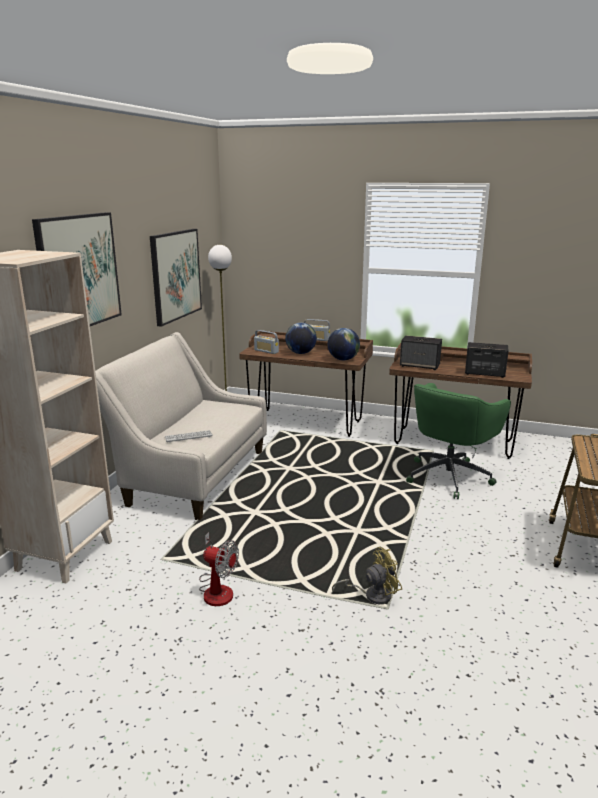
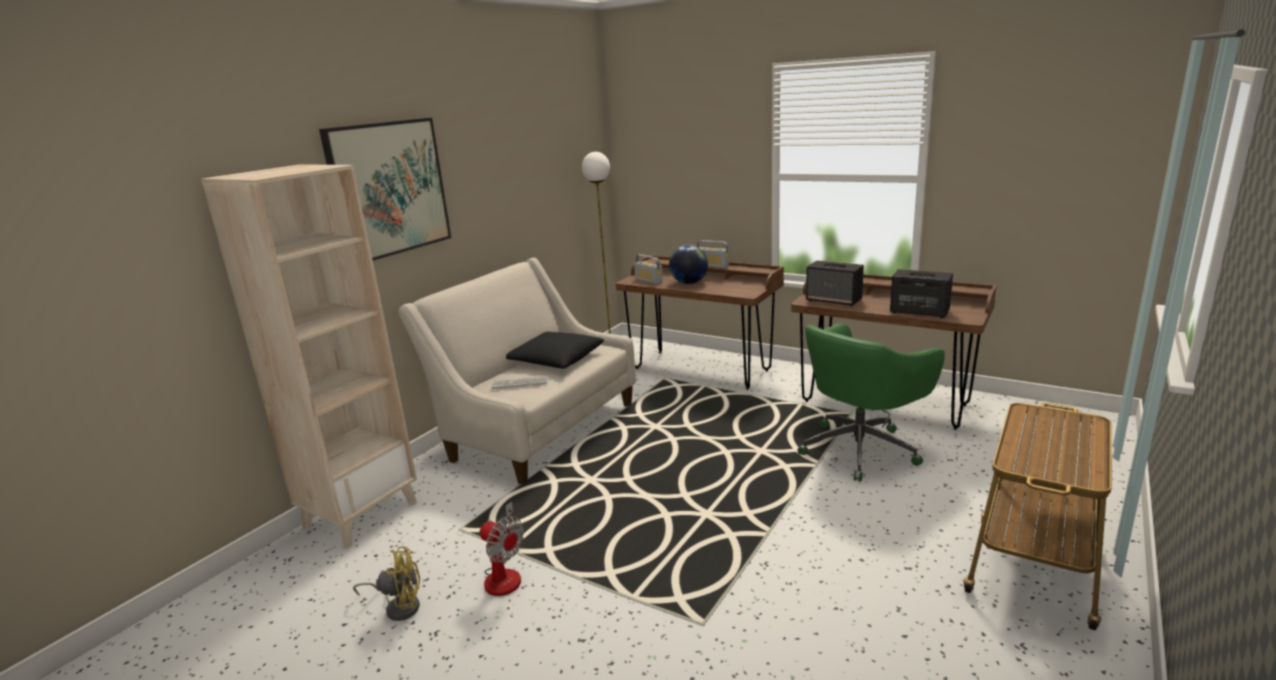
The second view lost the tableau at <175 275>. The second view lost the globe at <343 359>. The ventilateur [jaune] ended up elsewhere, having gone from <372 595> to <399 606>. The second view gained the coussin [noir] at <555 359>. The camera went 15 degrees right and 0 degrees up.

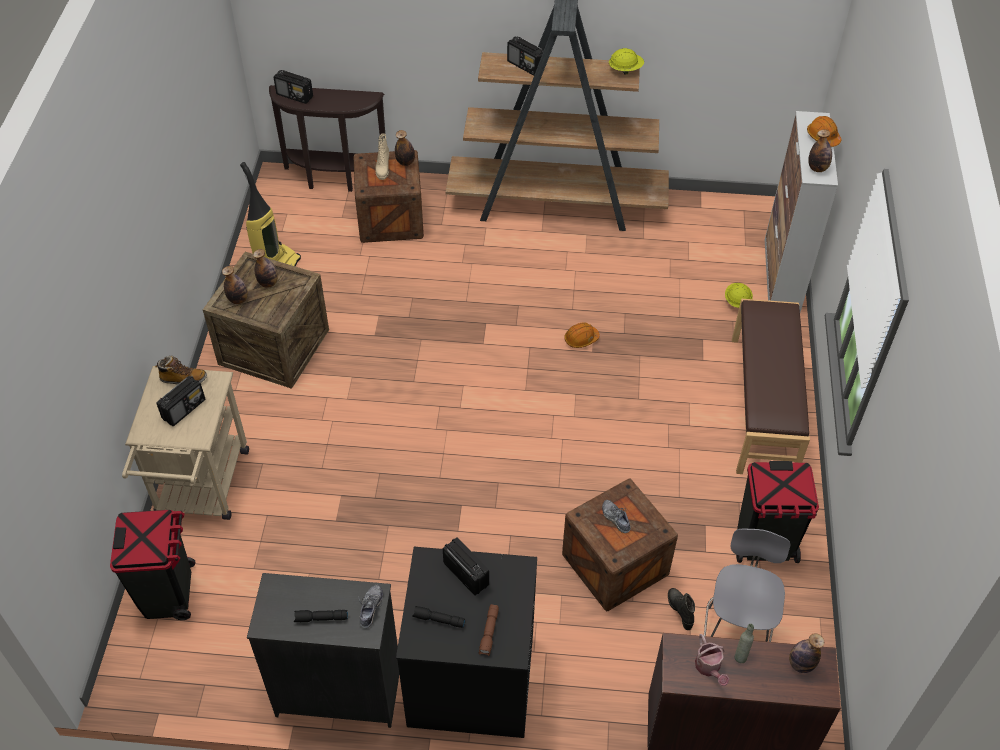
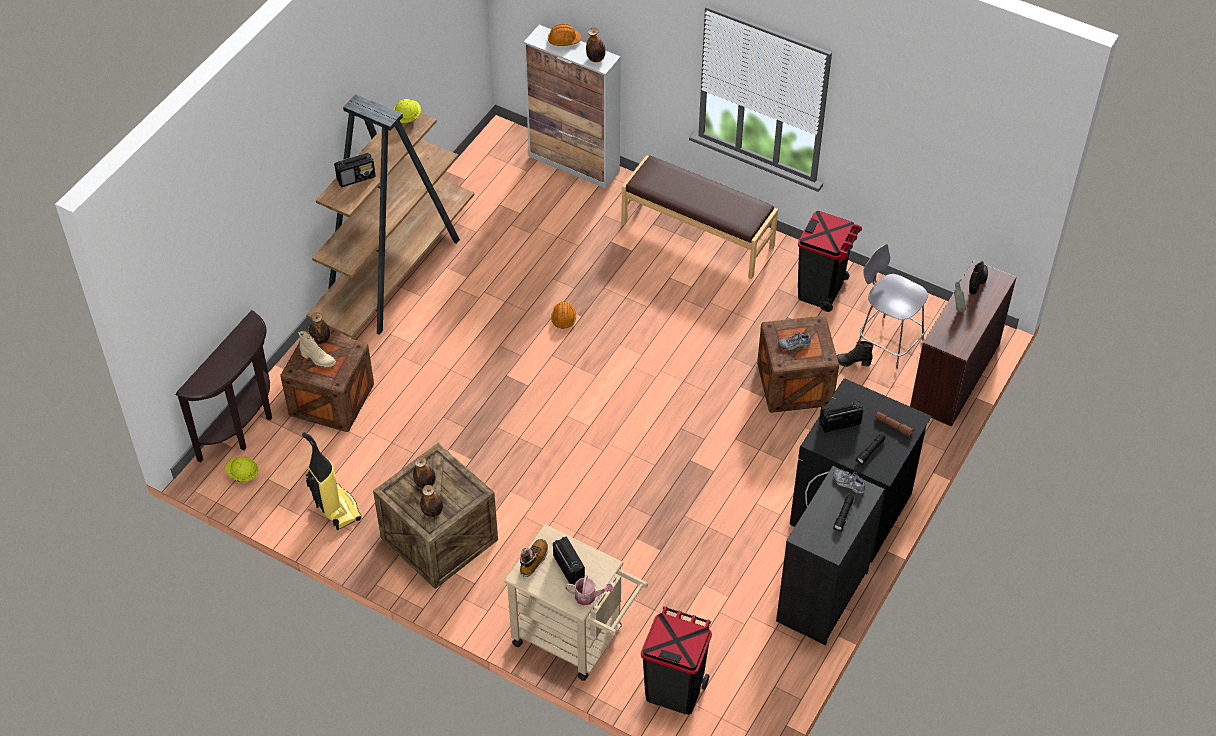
The second view lost the radio at <295 96>. The arrosoir ended up elsewhere, having gone from <709 668> to <588 596>. The casque de chantier [jaune] ended up elsewhere, having gone from <737 301> to <243 474>. Where the bouteille stood at <800 664>, the botte [noir] came to stand at <978 282>. The camera went 65 degrees left and 0 degrees up.

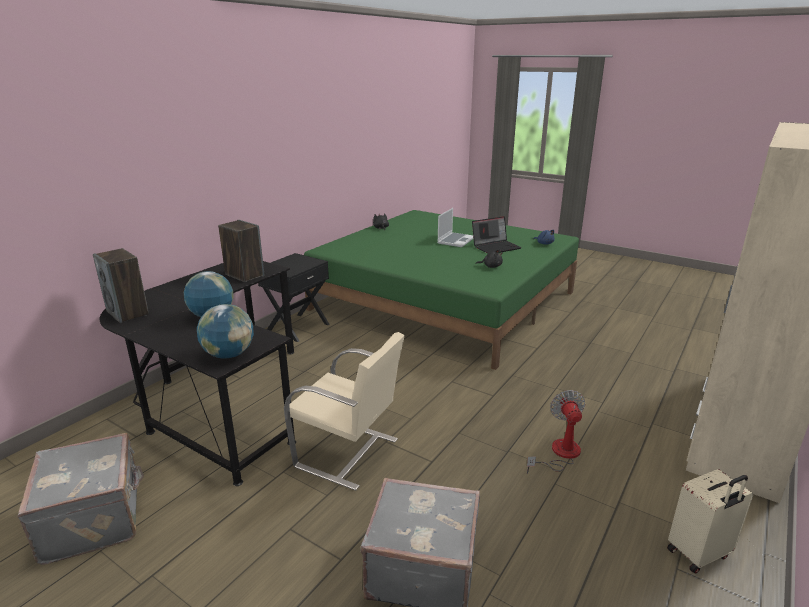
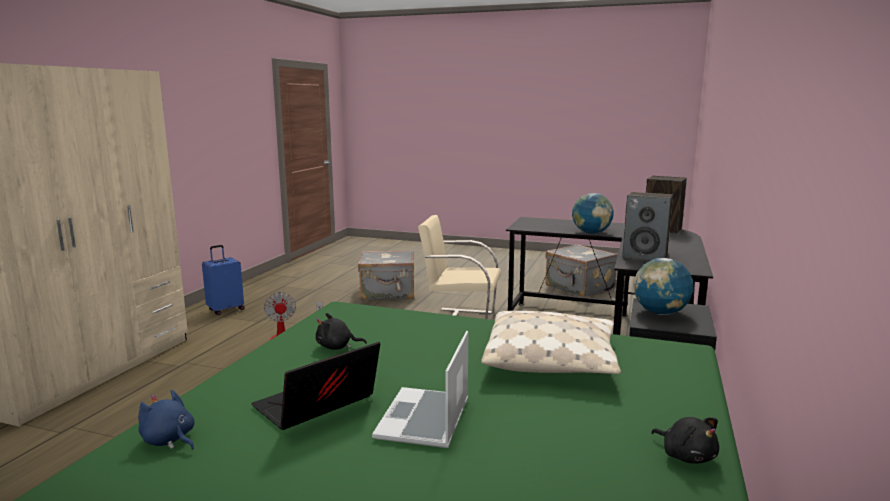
The globe ended up elsewhere, having gone from <229 354> to <660 313>. What was the valise [beige] at <699 554> turned into the valise [bleu] at <225 310>. The second view gained the coussin [beige] at <551 360>. The camera went 165 degrees right and 10 degrees down.

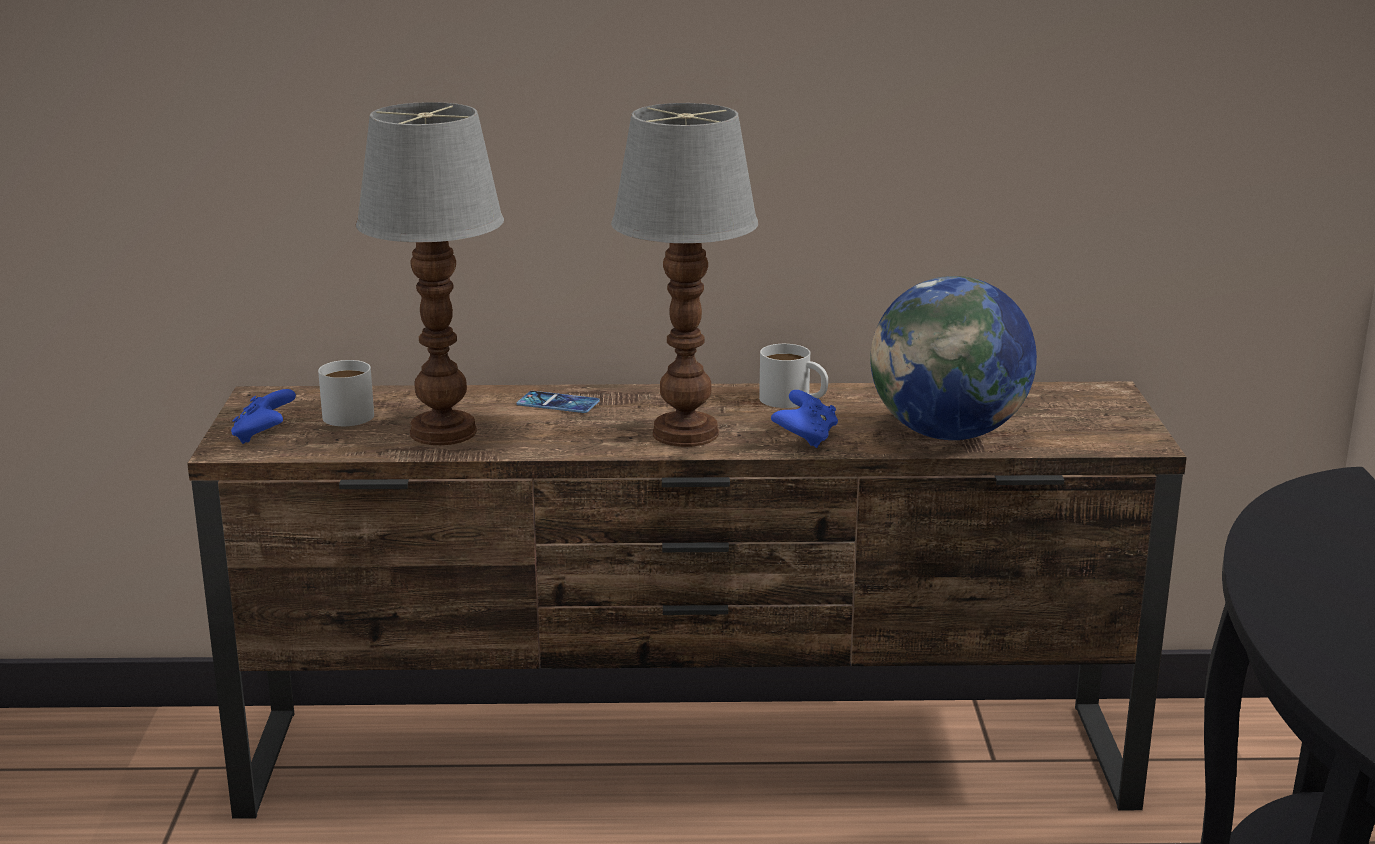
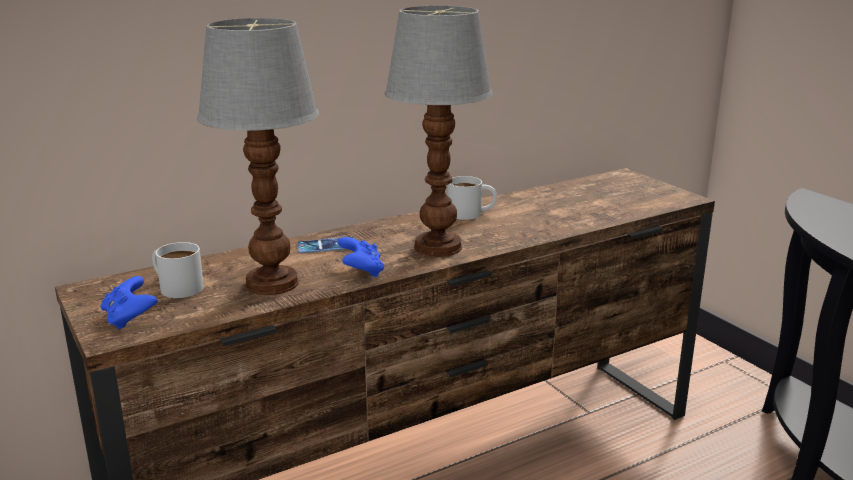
The manette [bleu] ended up elsewhere, having gone from <805 437> to <361 271>. The second view lost the globe at <948 434>. The camera went 30 degrees left and 0 degrees up.

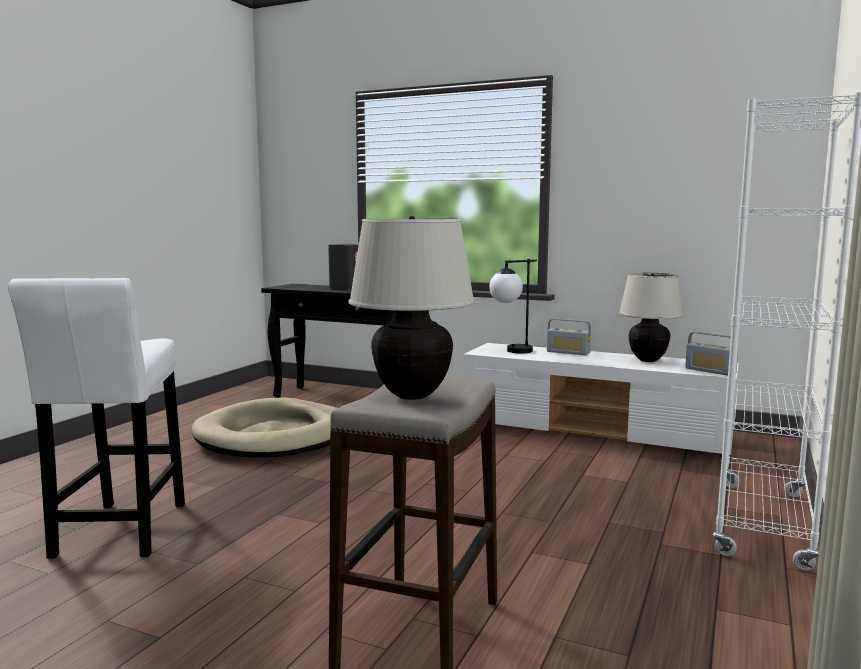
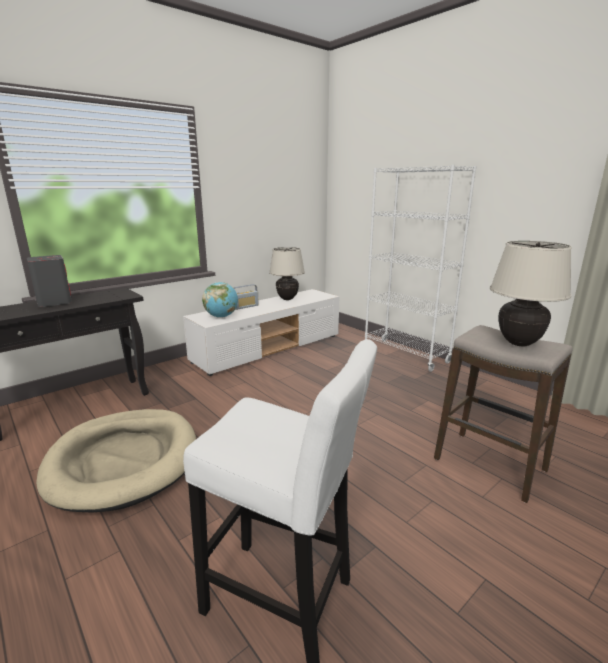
Where the lampe de table stood at <511 352>, the globe came to stand at <221 316>. The second view lost the radio at <710 371>. The camera went 65 degrees left and 10 degrees up.

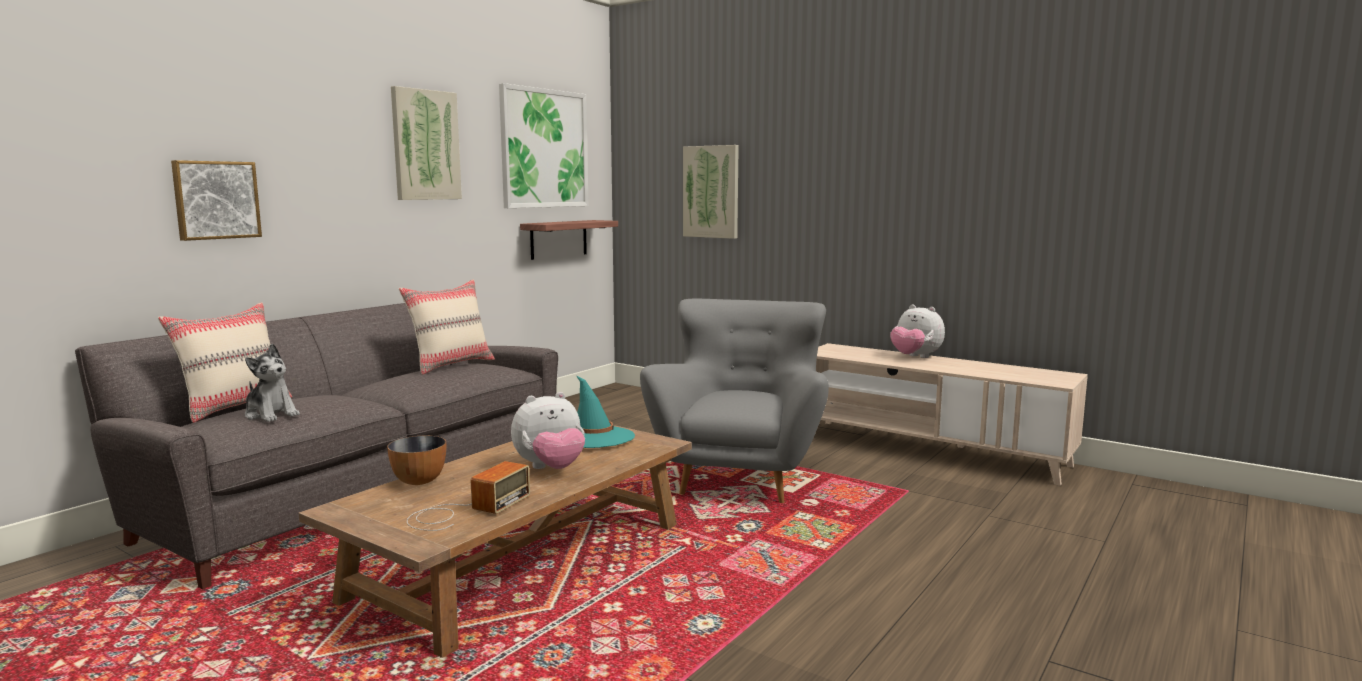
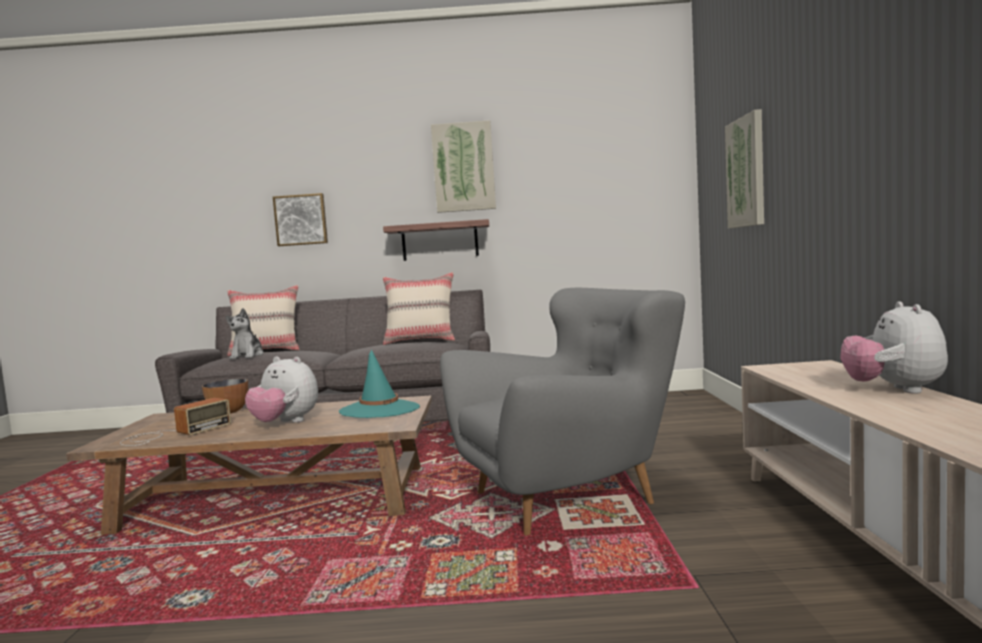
The radio at <465 510> ended up facing another way, 45 degrees counterclockwise from before. The second view lost the tableau at <544 148>. The étagère ended up elsewhere, having gone from <558 239> to <440 241>. The camera went 55 degrees right and 5 degrees down.

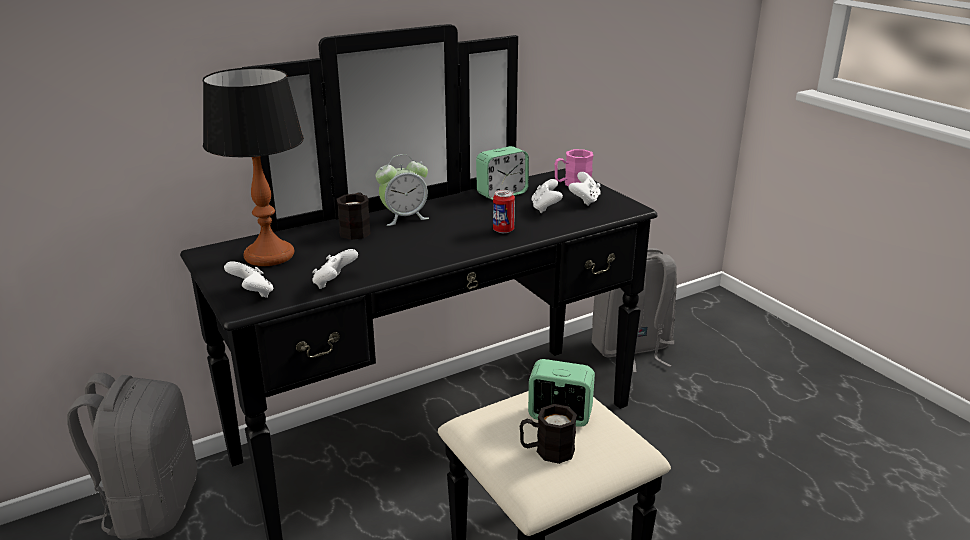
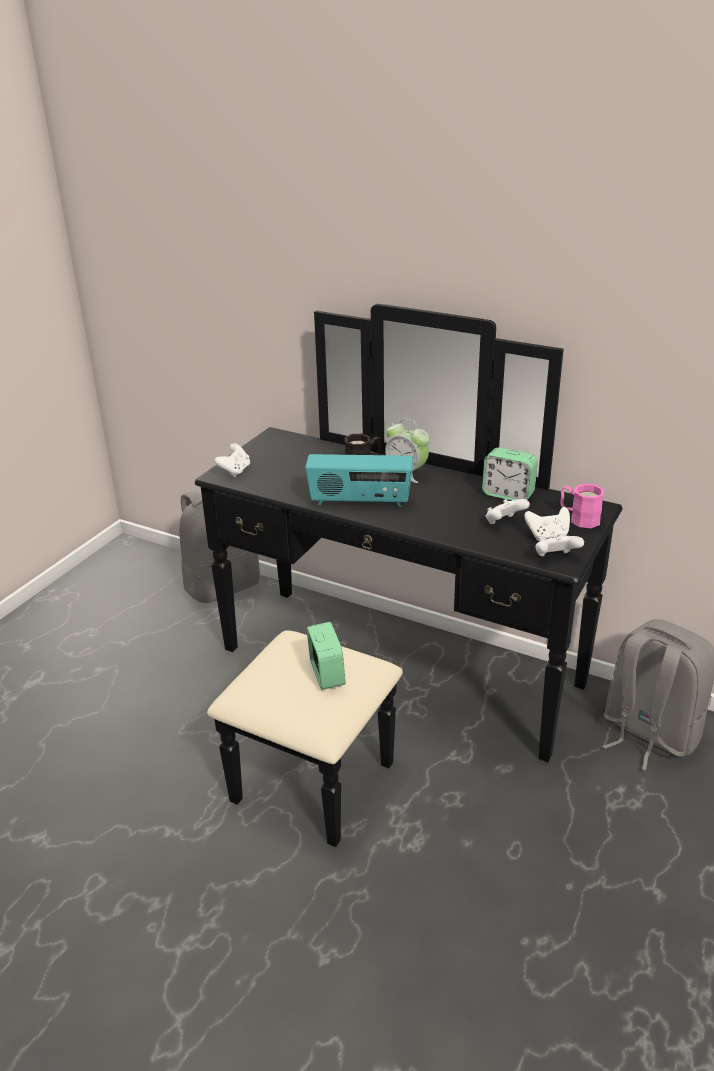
The second view lost the lampe de table at <269 255>. The manette [blanc] ended up elsewhere, having gone from <334 283> to <555 558>. The second view lost the boîte métallique at <503 230>. The second view lost the mug [noir] at <547 451>. The second view gained the radio at <360 502>. The camera went 60 degrees right and 5 degrees up.

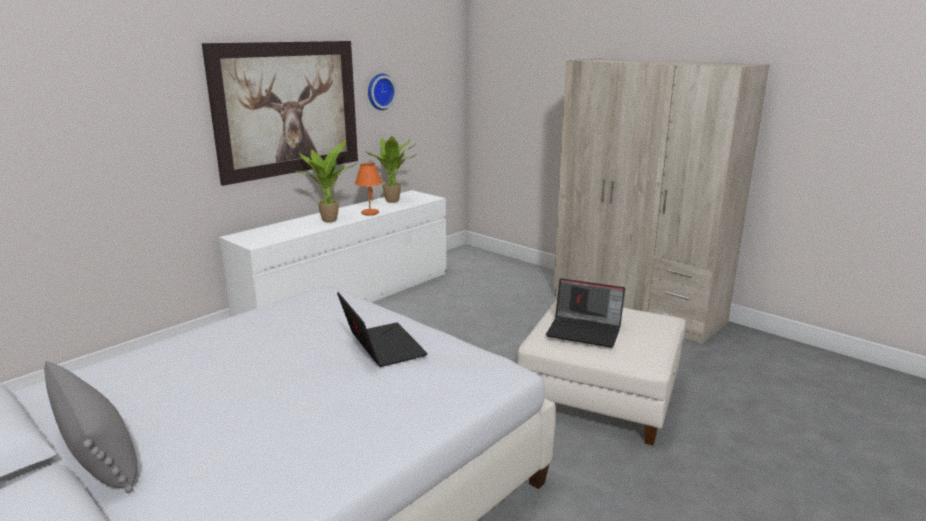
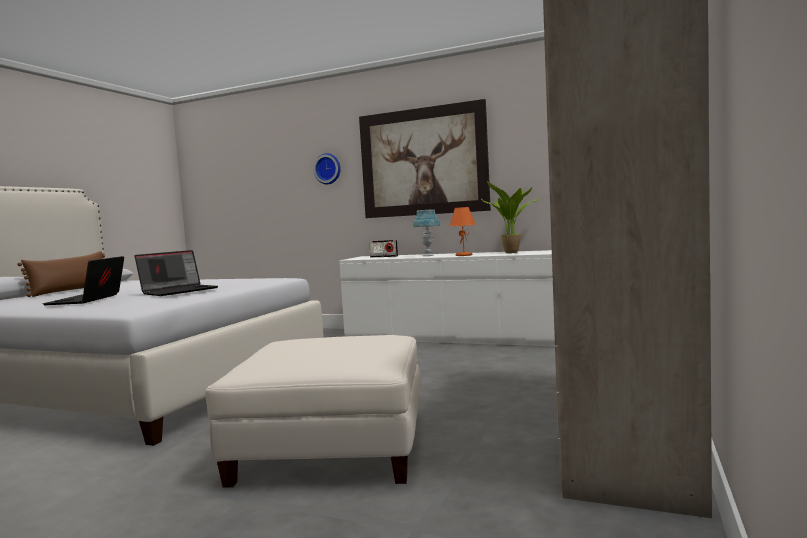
What was the coussin [gris] at <98 452> turned into the coussin [marron] at <71 291>. Where the plante en pot stood at <328 220>, the lampe de table [bleu] came to stand at <428 255>. The horloge murale ended up elsewhere, having gone from <379 91> to <328 169>. The ordinateur portable ended up elsewhere, having gone from <585 331> to <87 300>. The second view gained the radio at <384 256>. The camera went 70 degrees right and 15 degrees down.

